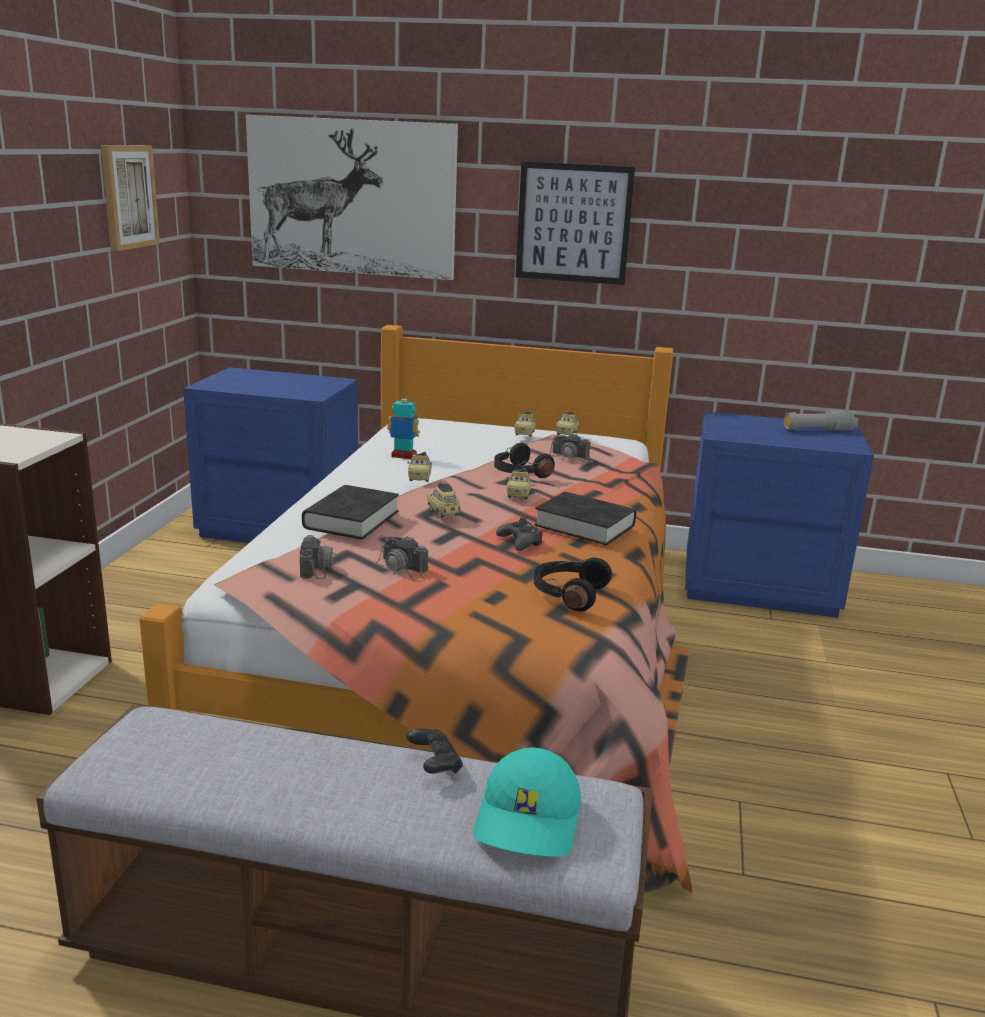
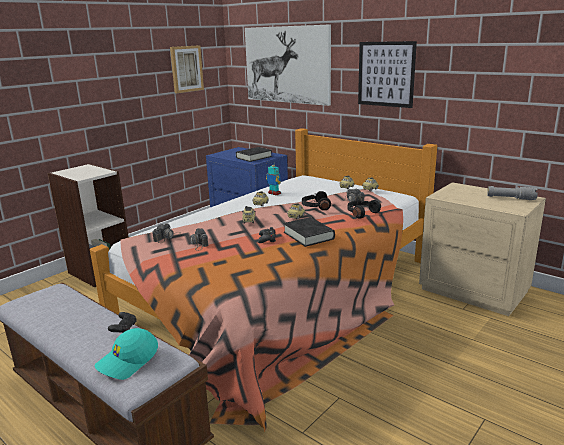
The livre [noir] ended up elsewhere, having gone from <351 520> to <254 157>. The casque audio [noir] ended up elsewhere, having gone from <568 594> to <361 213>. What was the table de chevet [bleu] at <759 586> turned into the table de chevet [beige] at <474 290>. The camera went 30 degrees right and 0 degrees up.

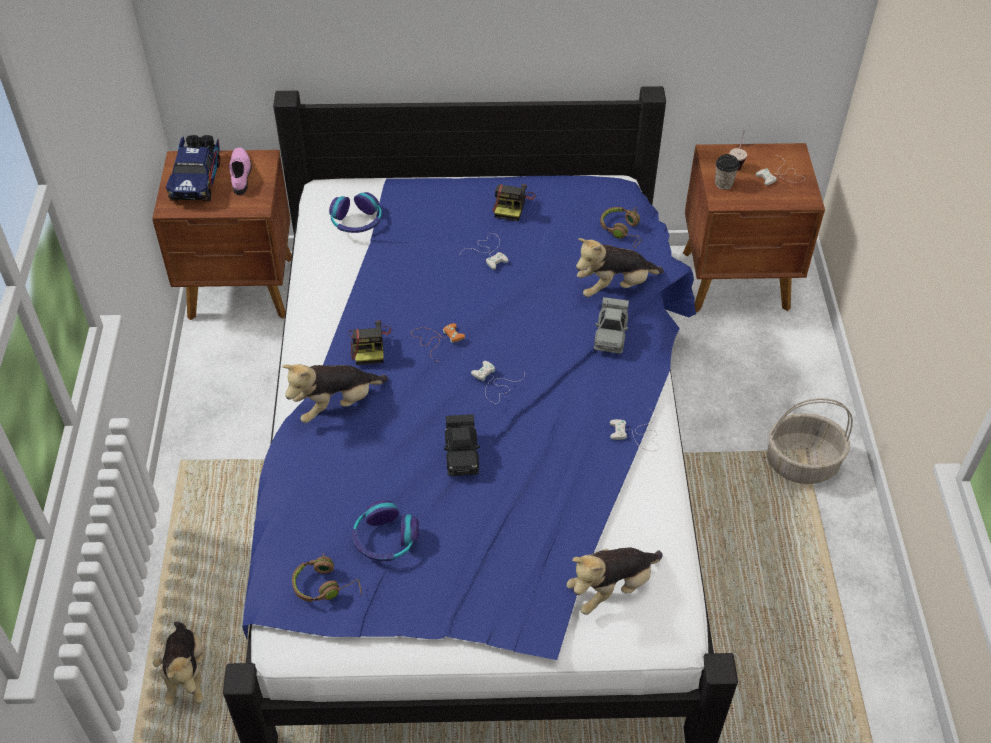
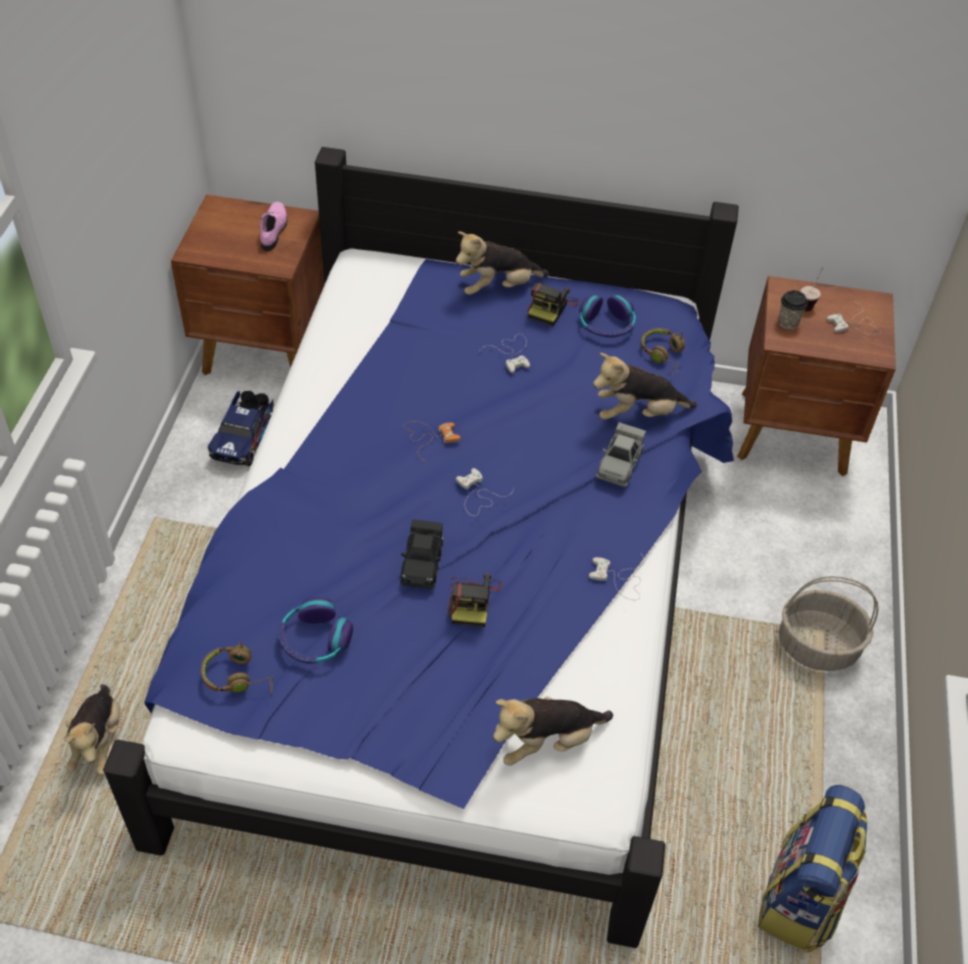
The camion jouet ended up elsewhere, having gone from <197 179> to <244 437>. The peluche ended up elsewhere, having gone from <336 404> to <498 287>. The casque audio ended up elsewhere, having gone from <356 221> to <606 325>. The appareil photo ended up elsewhere, having gone from <369 345> to <472 600>. The second view gained the sac à dos at <801 899>. The camera went 10 degrees right and 0 degrees up.

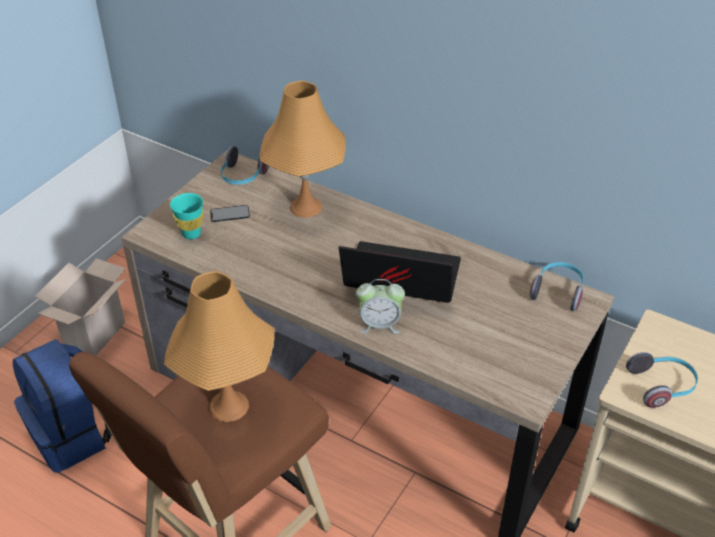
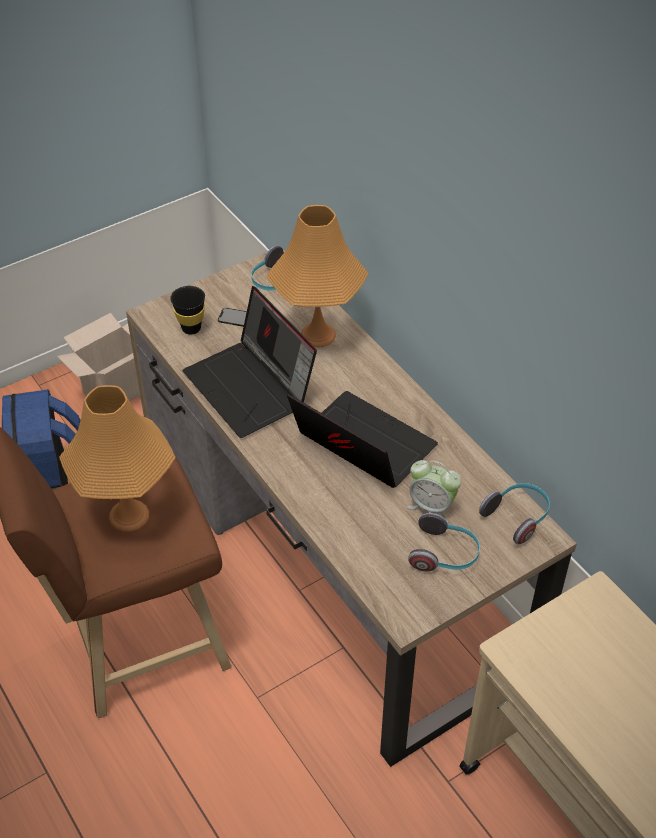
What was the tasse [turquoise] at <191 234> turned into the tasse [noir] at <191 328>. The réveil ended up elsewhere, having gone from <379 324> to <432 506>. The casque audio ended up elsewhere, having gone from <662 386> to <445 554>. The second view gained the ordinateur portable at <251 388>. The camera went 25 degrees right and 5 degrees up.

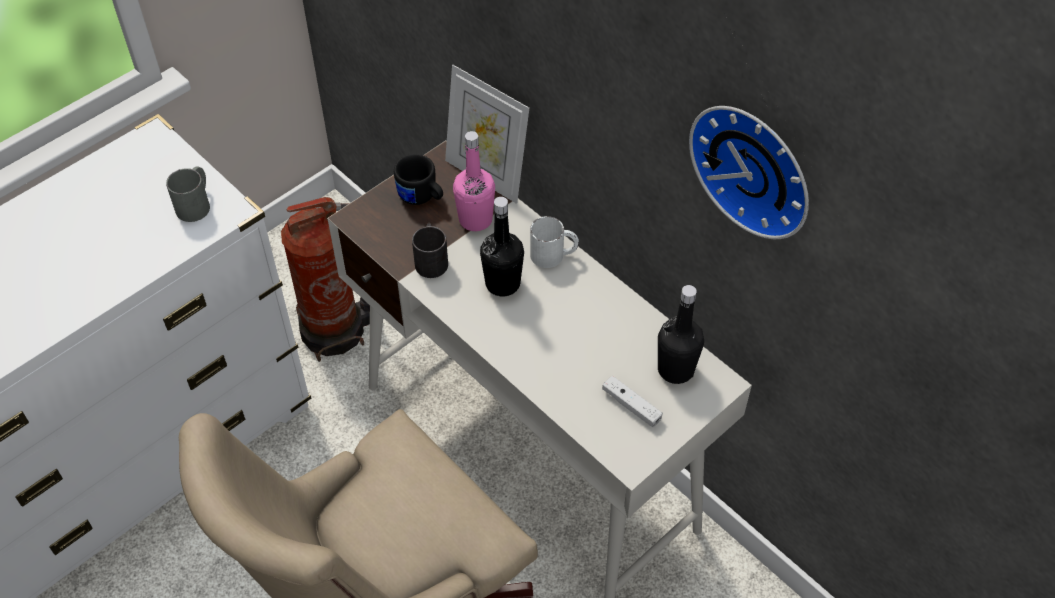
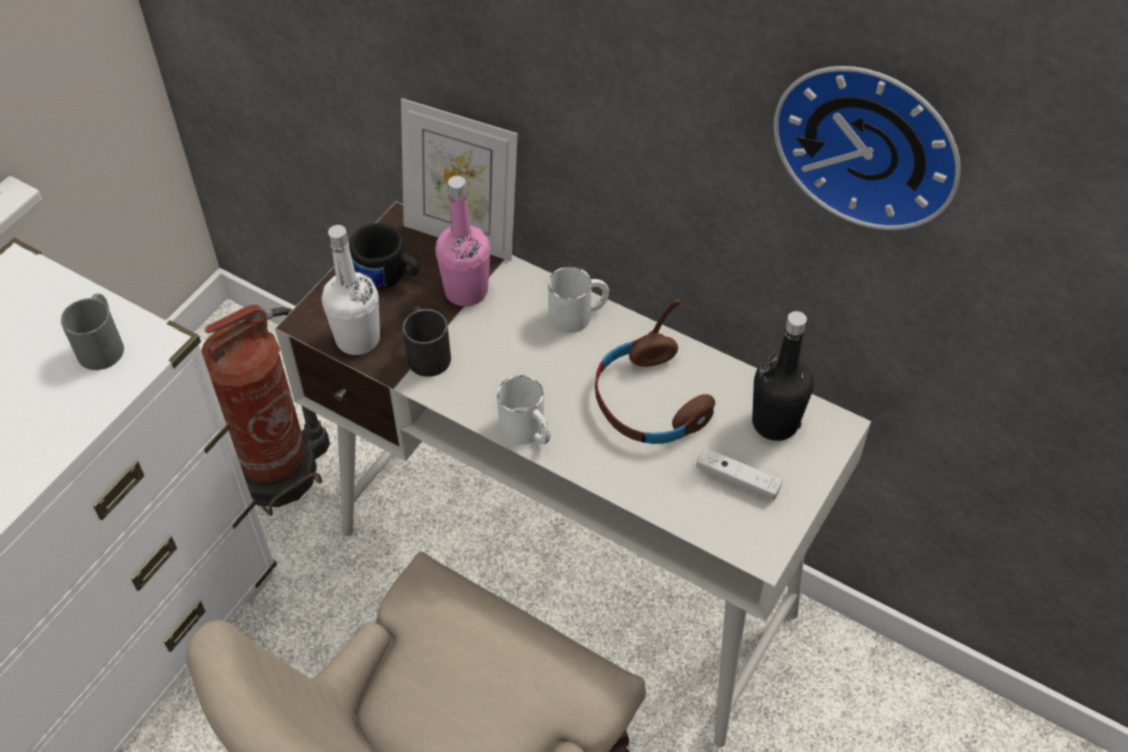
The second view lost the bouteille [noir] at <502 283>. The second view gained the bouteille [blanc] at <358 339>. The second view gained the mug [blanc] at <528 432>. The second view gained the casque audio [marron] at <649 402>. The camera went 15 degrees left and 0 degrees up.

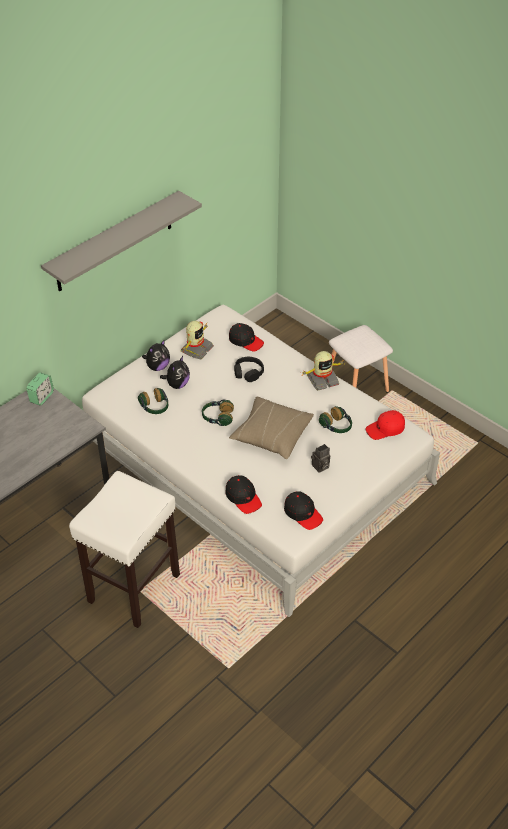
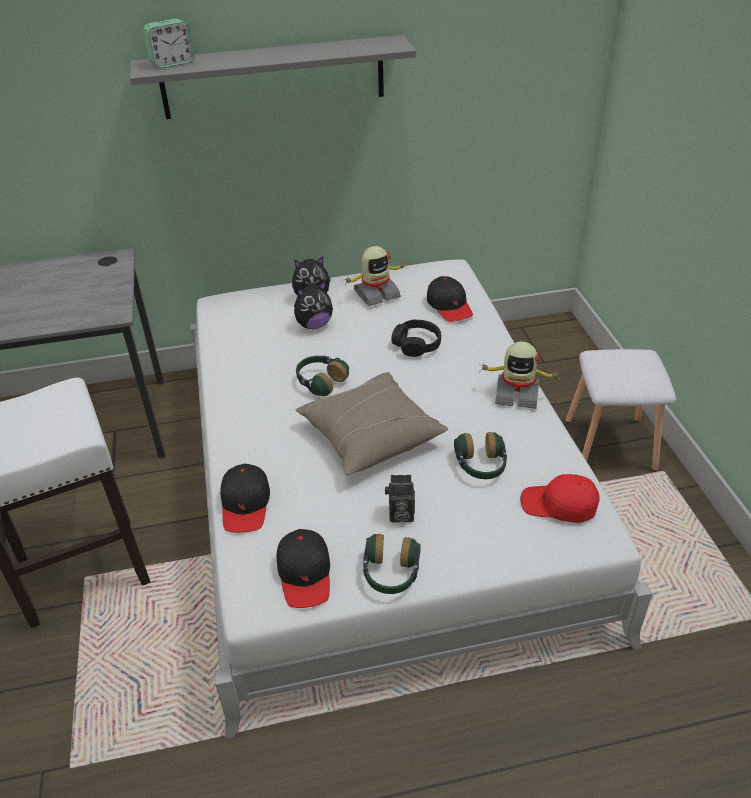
The réveil ended up elsewhere, having gone from <42 397> to <172 63>. The casque audio ended up elsewhere, having gone from <155 407> to <391 574>. The camera went 35 degrees right and 5 degrees down.

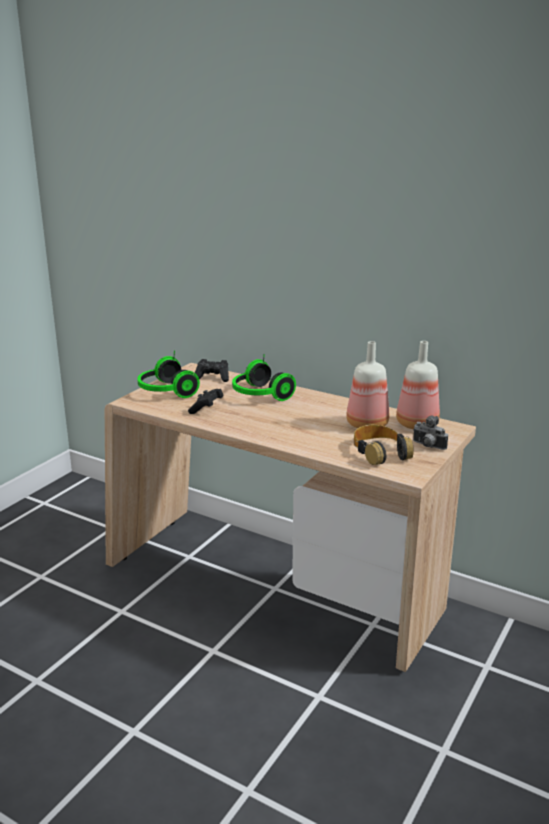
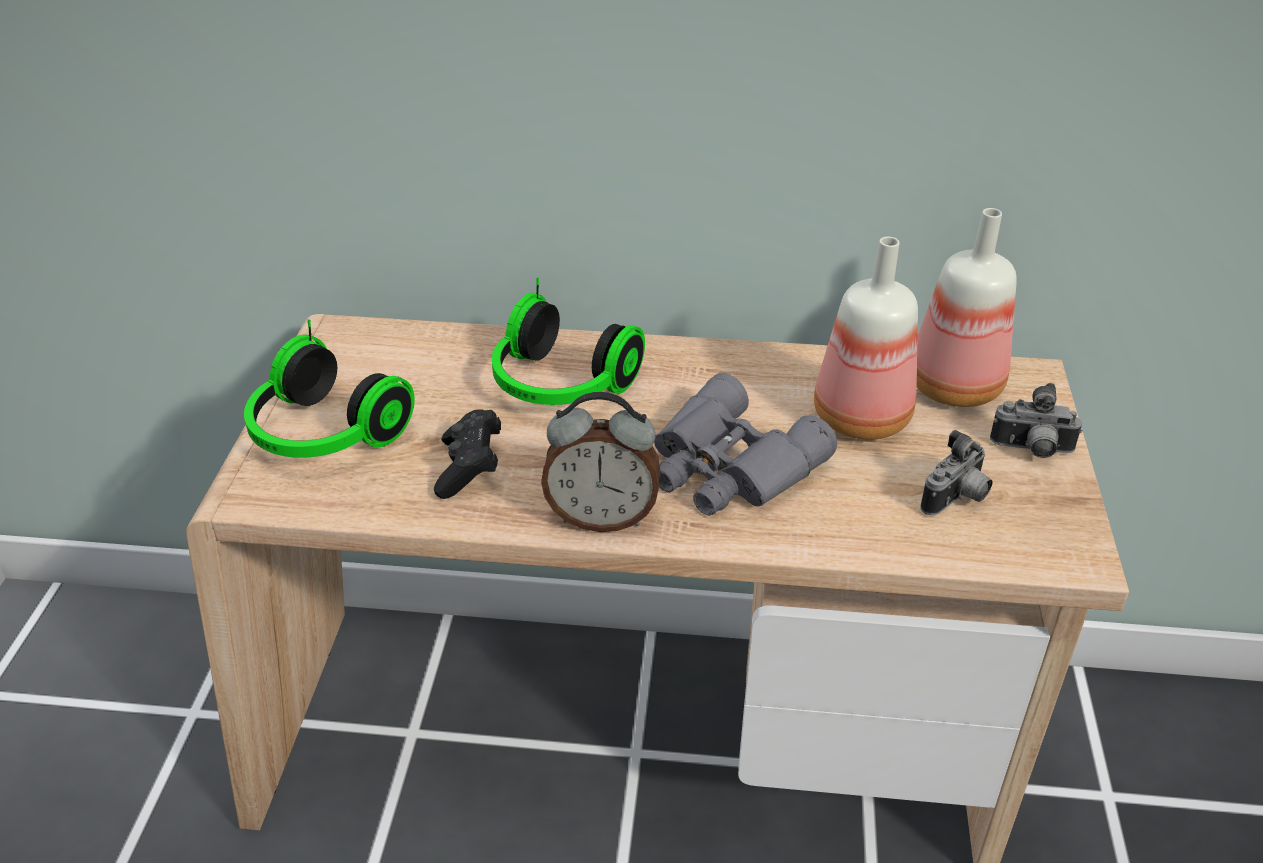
The second view lost the manette [noir] at <213 378>. Where the casque audio stood at <380 452>, the appareil photo came to stand at <957 499>. The second view gained the réveil at <602 517>. The second view gained the jumelles [gris] at <729 468>. The camera went 25 degrees left and 15 degrees up.

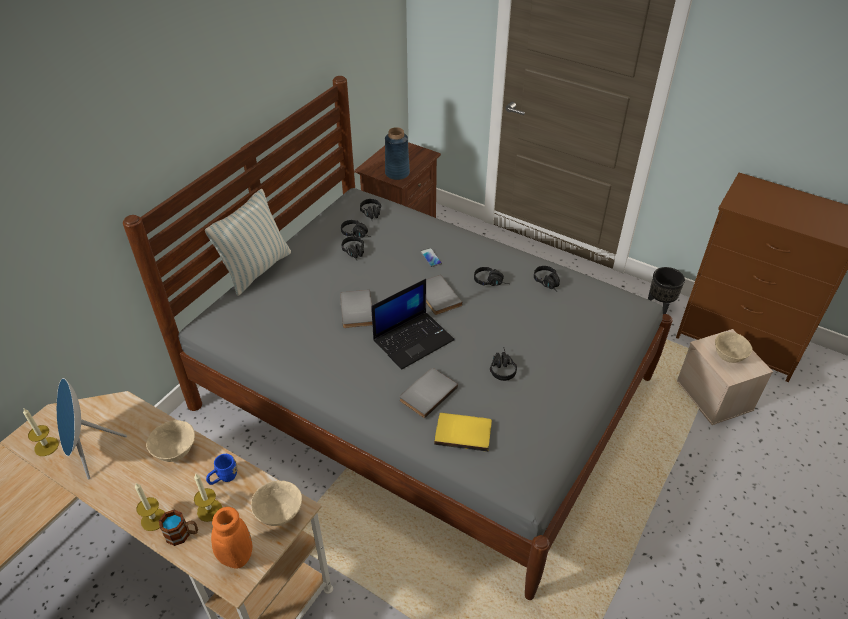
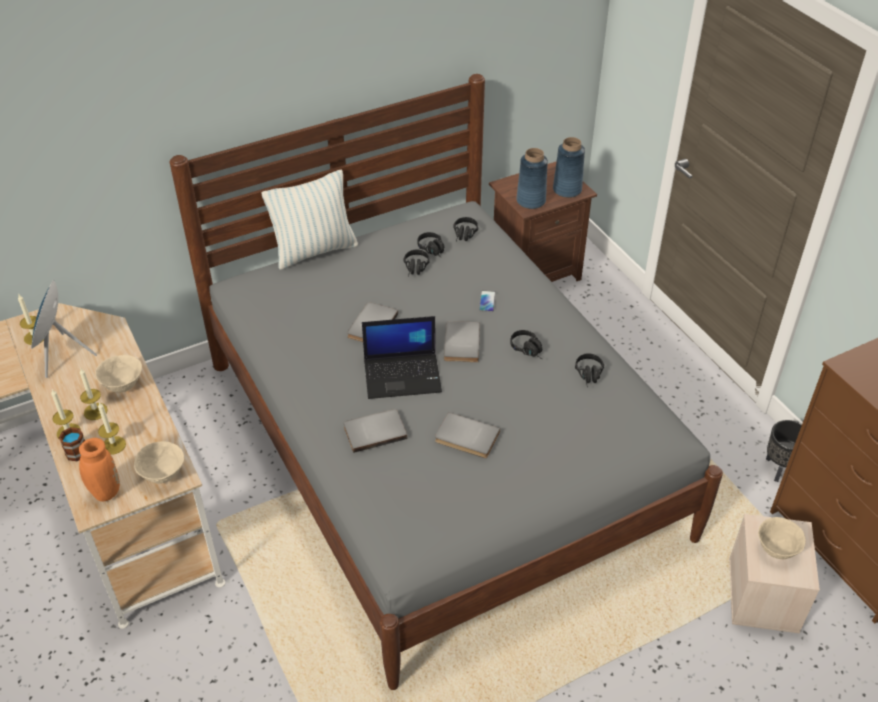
The second view lost the mug [bleu] at <223 478>. The second view lost the livre [jaune] at <463 432>. Where the casque audio [noir] stood at <501 367>, the livre [gris] came to stand at <466 438>. The second view gained the bougie at <95 411>. The second view gained the vase [bleu] at <567 190>. The camera went 30 degrees right and 0 degrees up.

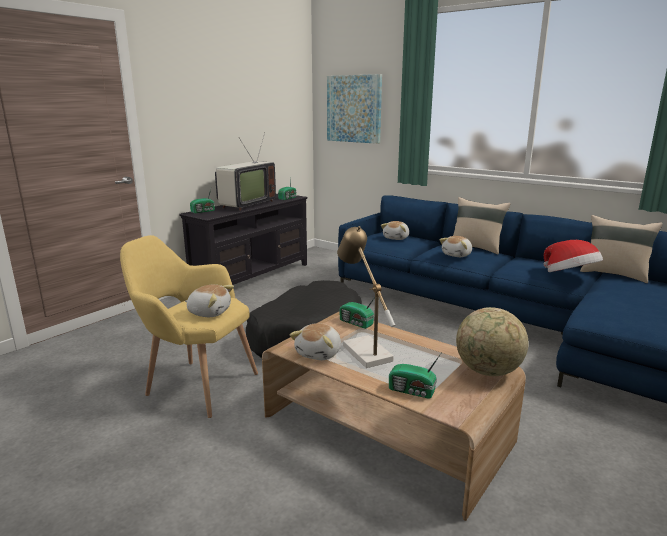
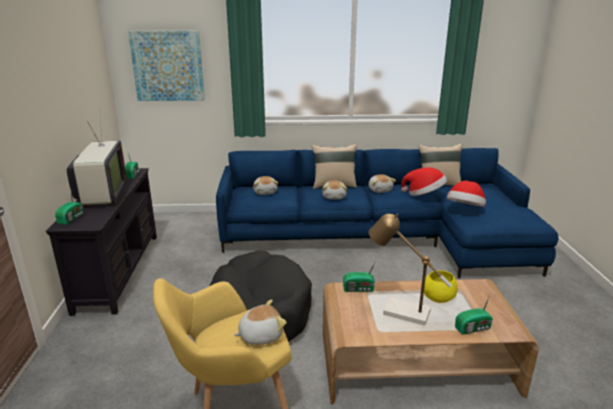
The peluche ended up elsewhere, having gone from <319 353> to <380 190>. The second view lost the globe at <488 371>. The second view gained the bol [jaune] at <439 297>. The second view gained the chapeau at <465 209>. The camera went 40 degrees left and 5 degrees up.

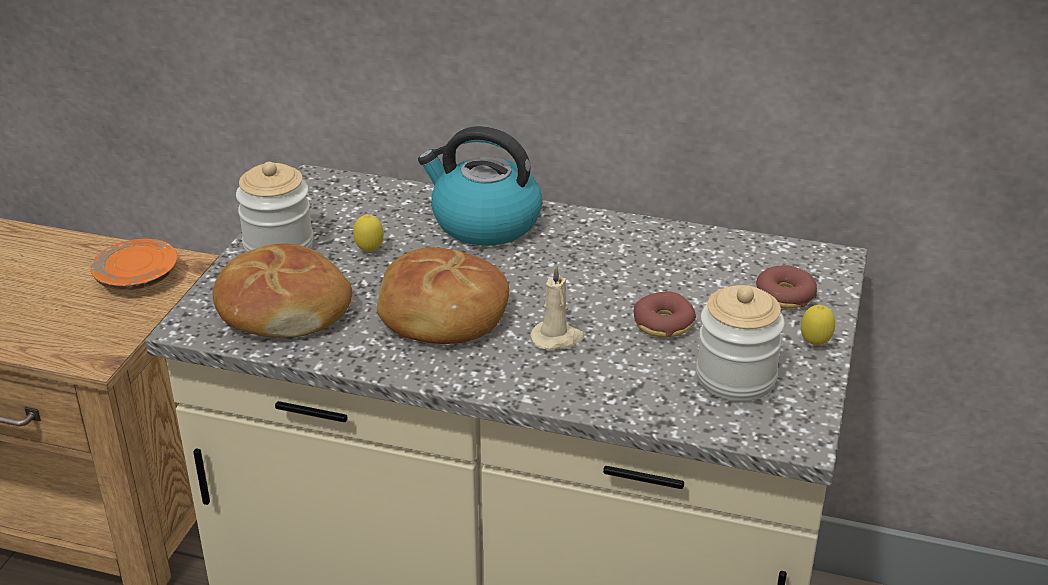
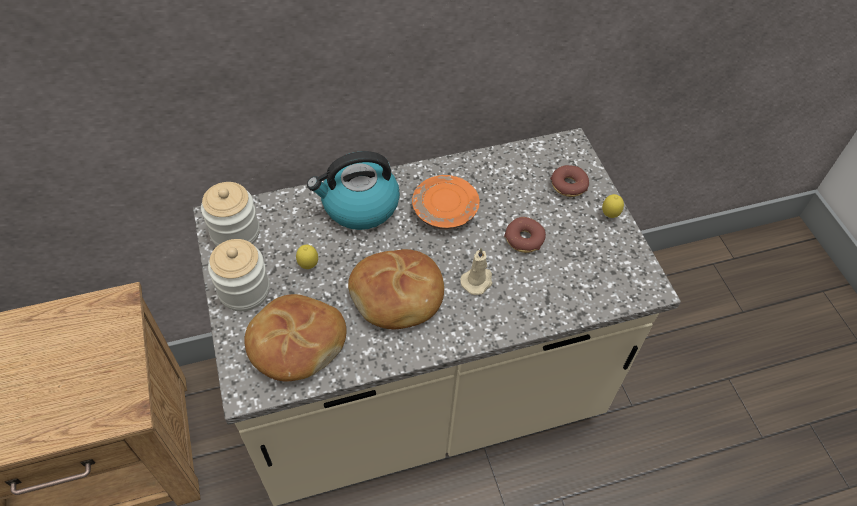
The assiette [orange] ended up elsewhere, having gone from <137 278> to <445 210>. The bocal ended up elsewhere, having gone from <735 378> to <235 233>. The camera went 35 degrees left and 20 degrees up.

